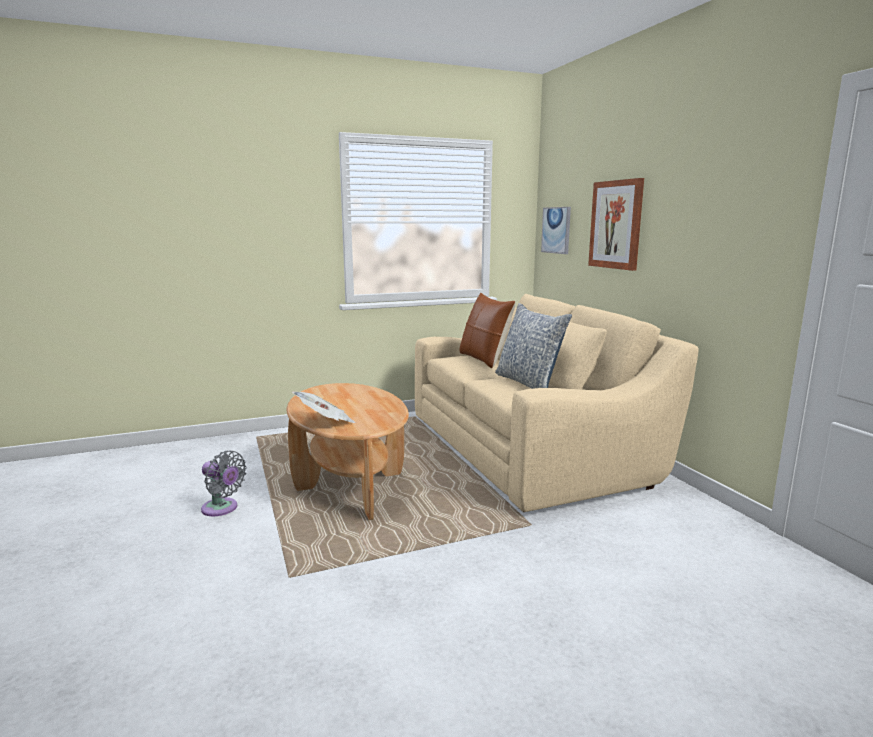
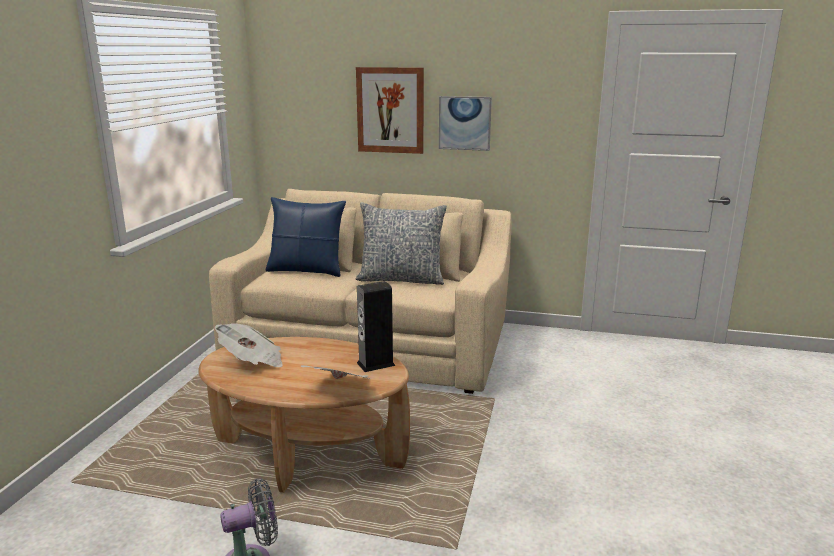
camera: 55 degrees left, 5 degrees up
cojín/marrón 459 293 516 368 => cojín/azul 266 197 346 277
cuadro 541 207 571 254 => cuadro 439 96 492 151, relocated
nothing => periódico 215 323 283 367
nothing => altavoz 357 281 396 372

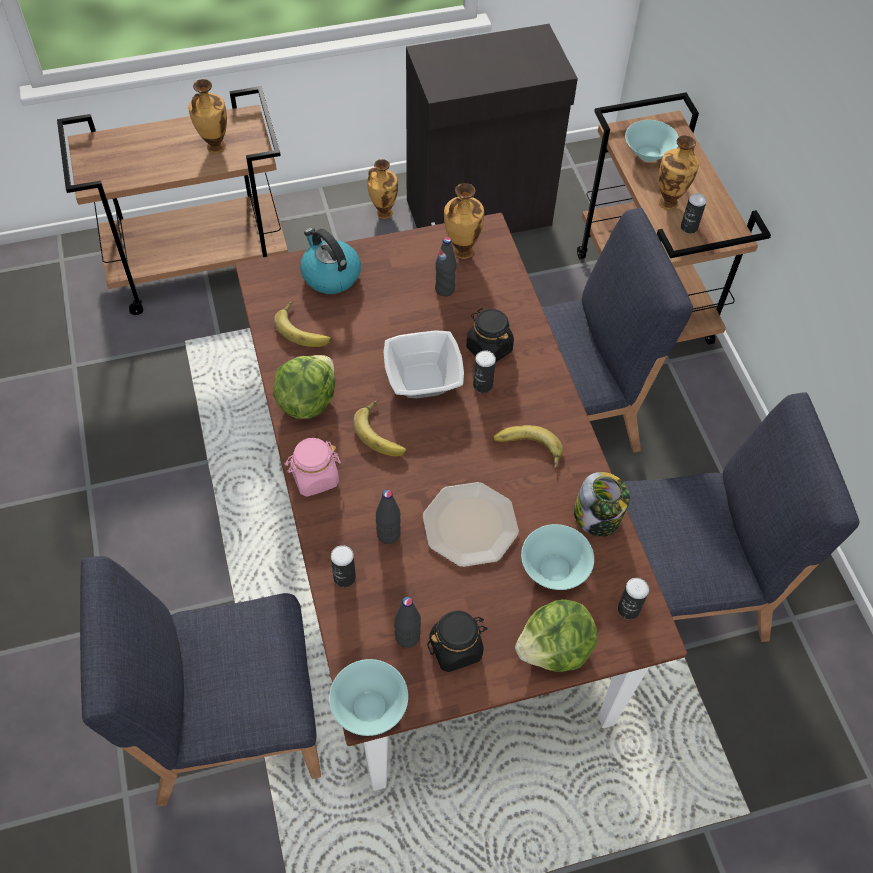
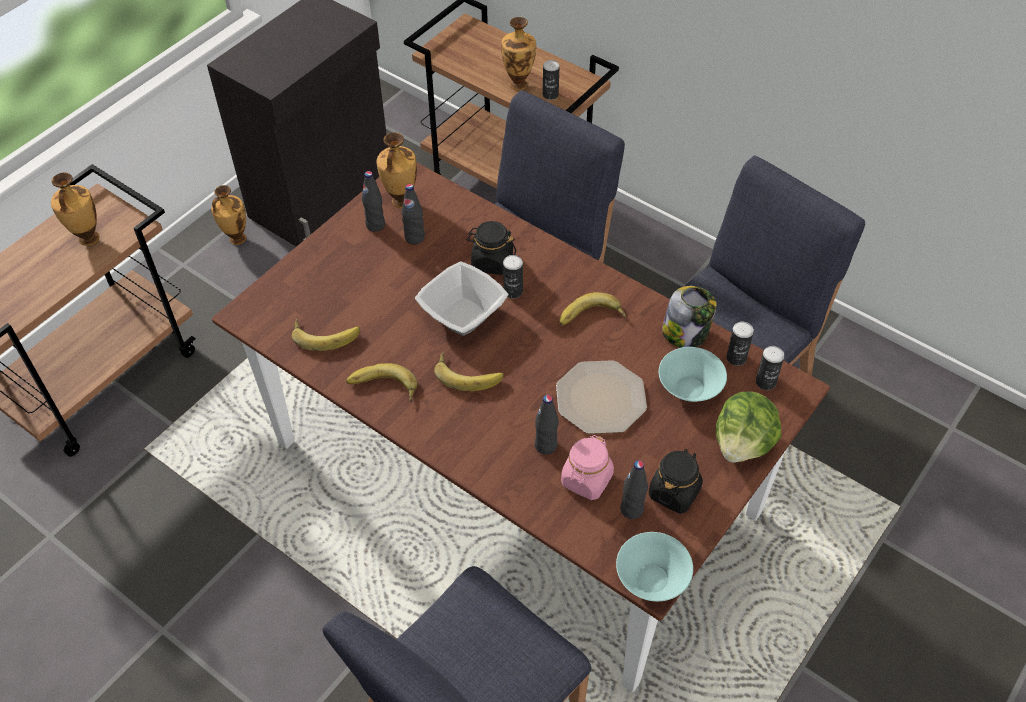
camera: 35 degrees left, 5 degrees down
lechuga 273 355 335 419 => plátano 346 363 417 402
tarro/rosa 284 438 341 497 => tarro/rosa 561 435 614 500, relocated
hervidor 300 228 361 294 => nothing
lata 331 545 356 588 => lata 726 322 754 366, relocated
cuenco/turquesa 625 120 679 162 => nothing
nothing => botella/negro 362 171 385 232

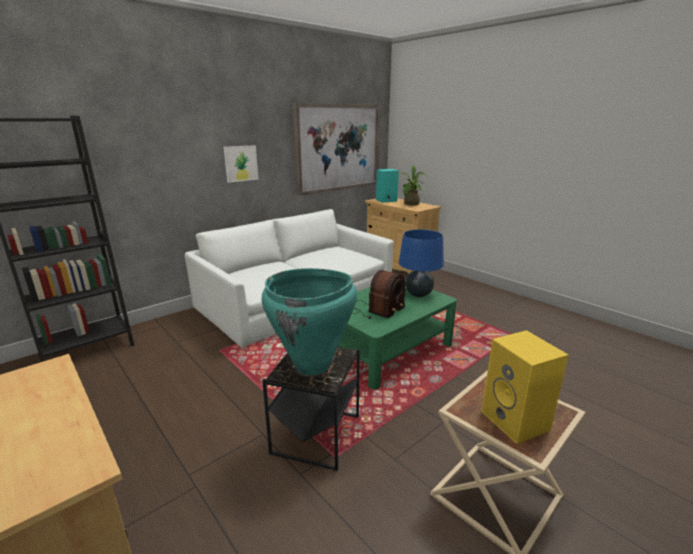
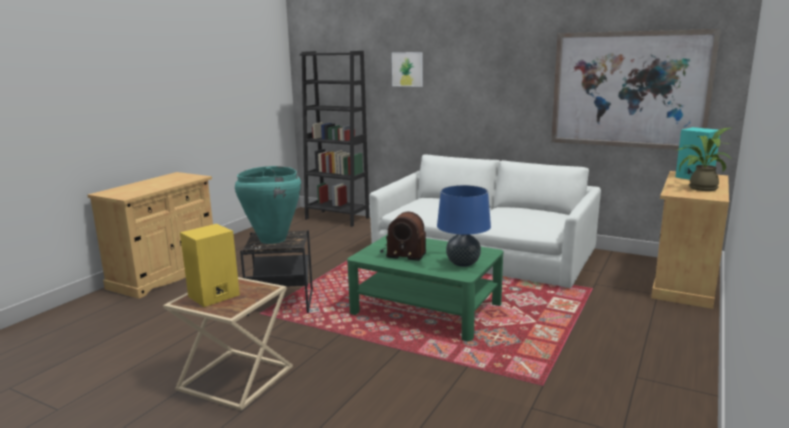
camera: 70 degrees right, 5 degrees down
cuadro 224 145 258 183 => cuadro 392 52 423 87, relocated

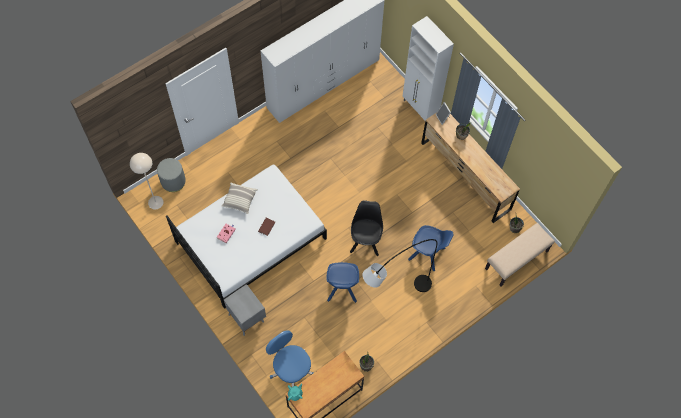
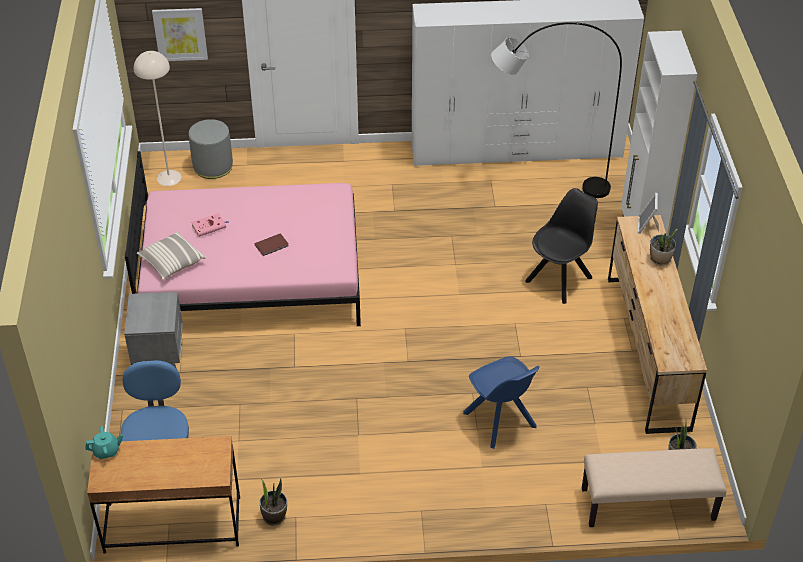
camera: 35 degrees right, 20 degrees down
cama/blanco 166 164 327 309 => cama/rosa 125 151 361 326
cojín 222 183 258 214 => cojín 137 232 206 280, relocated
silla/azul 326 262 359 303 => nothing
silla/negro 350 200 383 256 => silla/negro 525 188 598 304, relocated
lámpara de pie/gris 363 239 437 292 => lámpara de pie/gris 491 22 622 198, relocated
nothing => cuadro 152 8 208 61

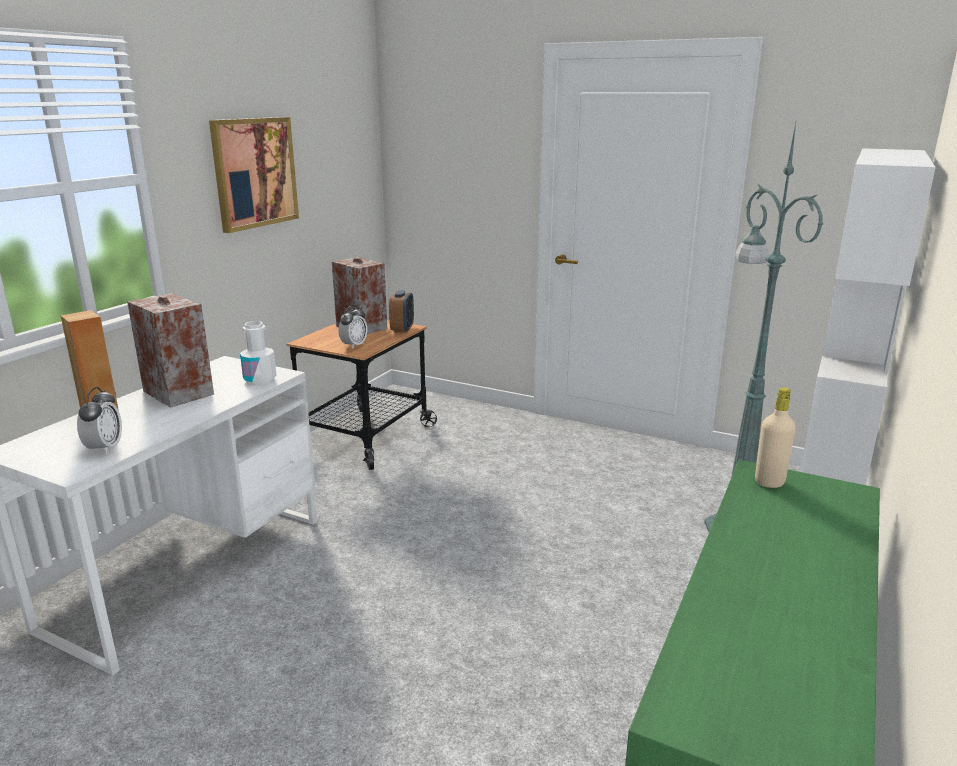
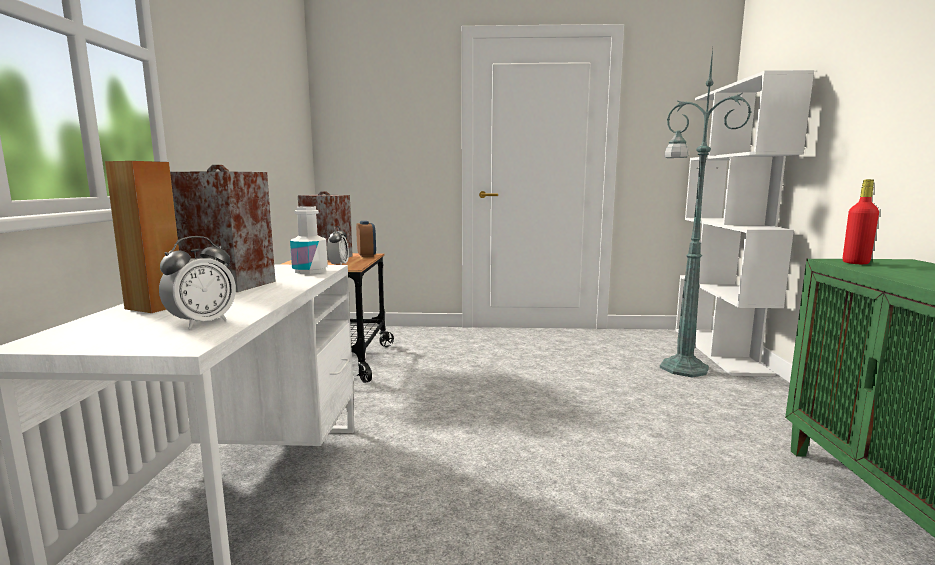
camera: 25 degrees left, 10 degrees down
despertador 77 387 122 454 => despertador 159 236 236 329, 60 degrees clockwise
cuadro 209 117 299 233 => nothing
botella/beis 755 387 796 488 => botella/rojo 843 179 879 264

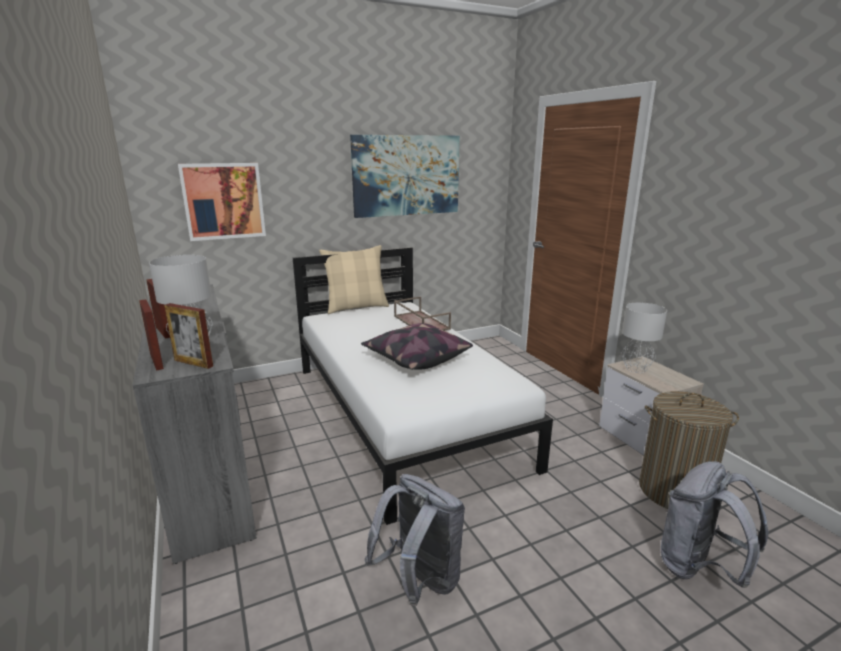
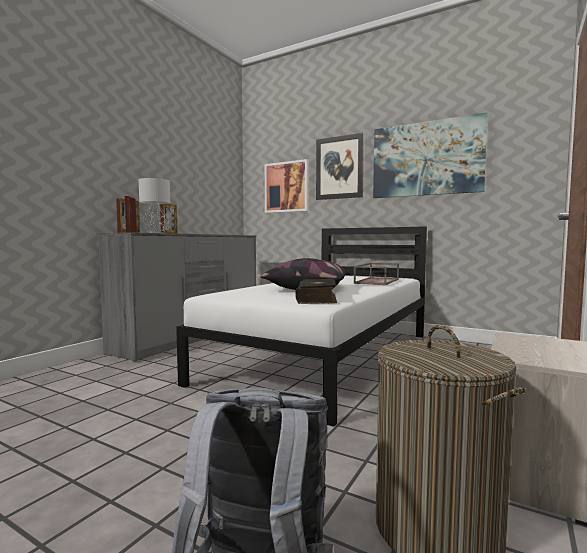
camera: 55 degrees right, 15 degrees down
cojín/beis 319 245 389 314 => nothing
mochila/gris 365 474 465 606 => nothing
lámpara de mesa/gris 621 302 667 373 => nothing
nothing => libro 295 279 337 304
nothing => cuadro 316 133 364 200

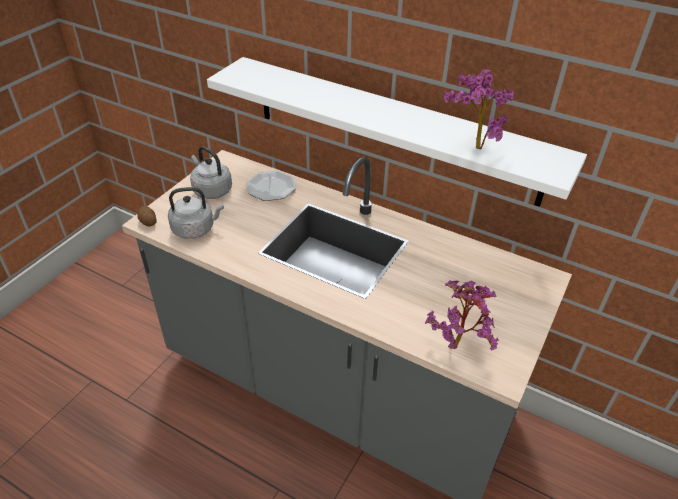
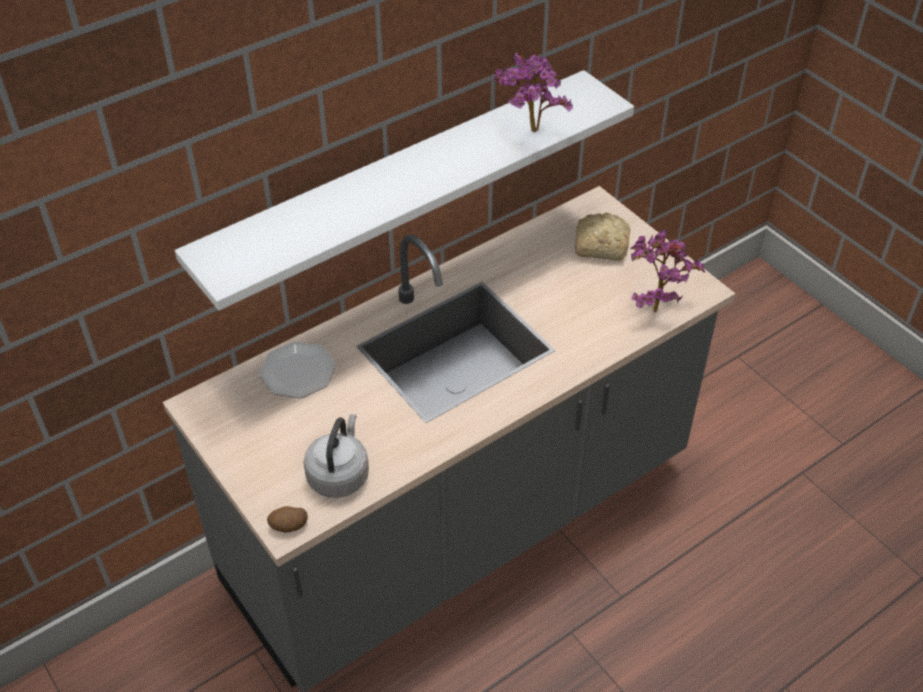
camera: 65 degrees left, 5 degrees up
hervidor/gris 190 146 232 199 => nothing
nothing => pan 575 213 630 261

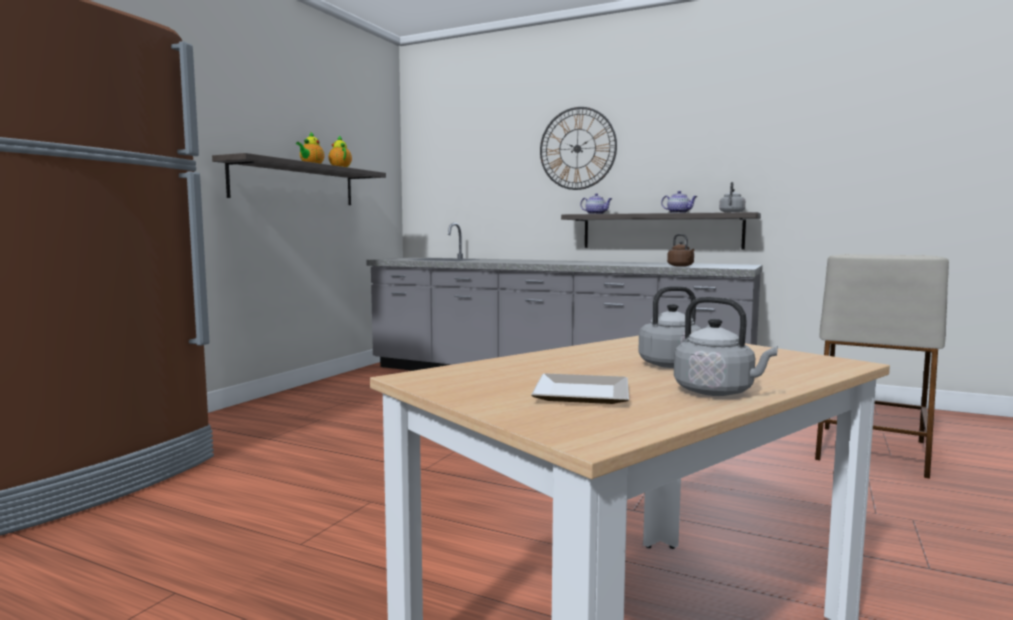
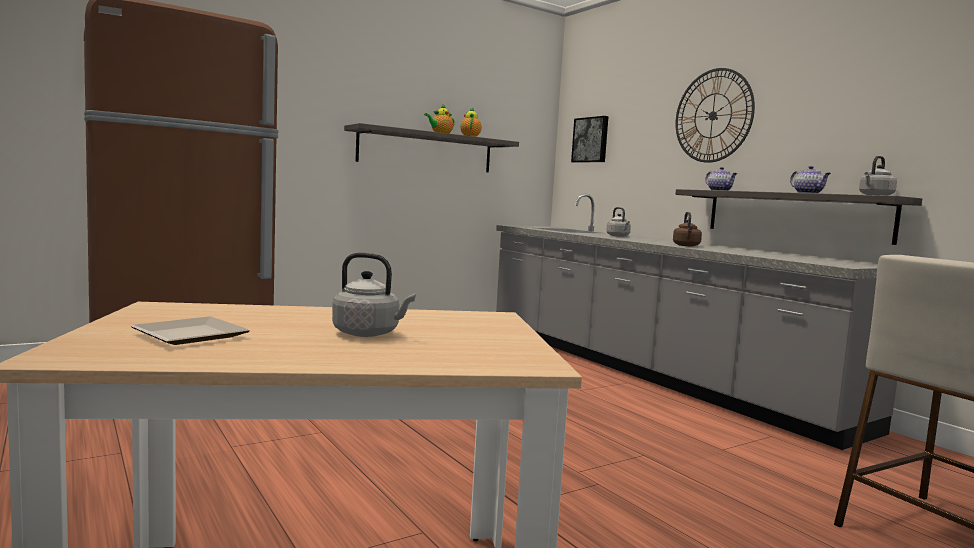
camera: 30 degrees right, 0 degrees up
hervidor/marrón 667 234 694 267 => hervidor/marrón 673 212 702 246, relocated
hervidor/gris 674 297 778 396 => hervidor/gris 606 207 631 237, relocated
nothing => cuadro 571 116 609 163

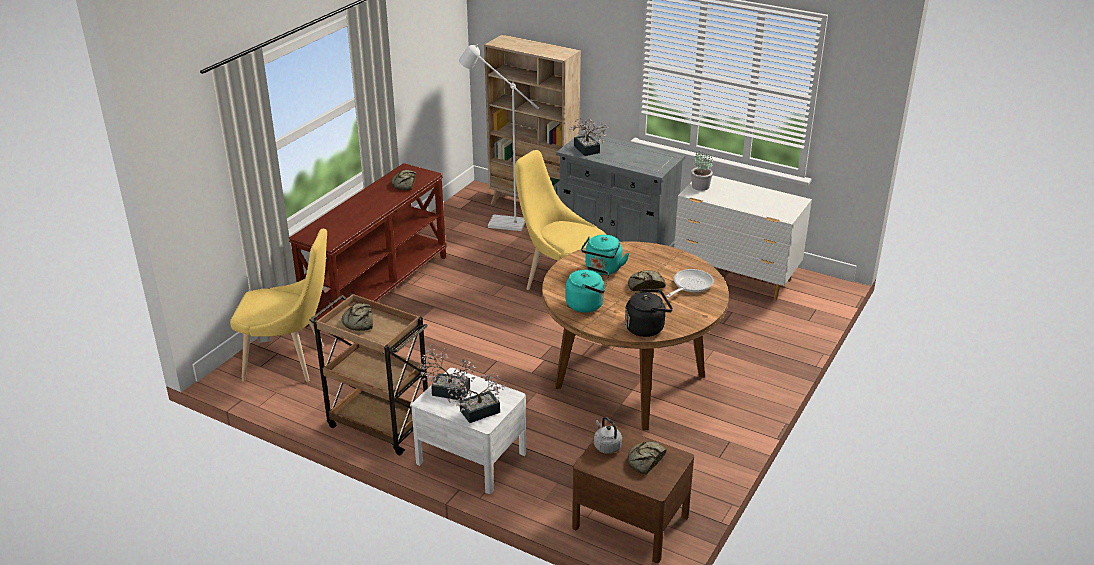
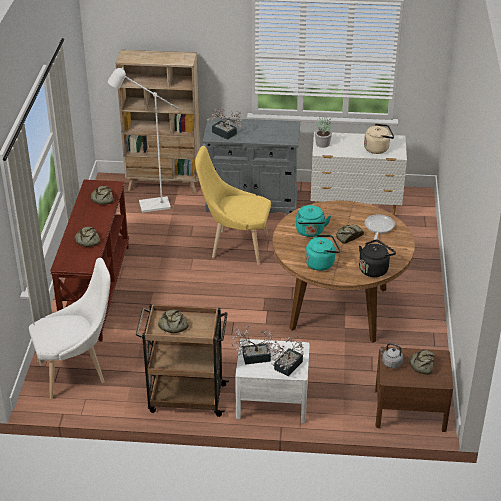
camera: 25 degrees left, 5 degrees up
silla/amarillo 230 229 327 382 => silla/blanco 29 258 111 399
nothing => pan 74 227 100 247
nothing => hervidor/beis 364 124 394 154

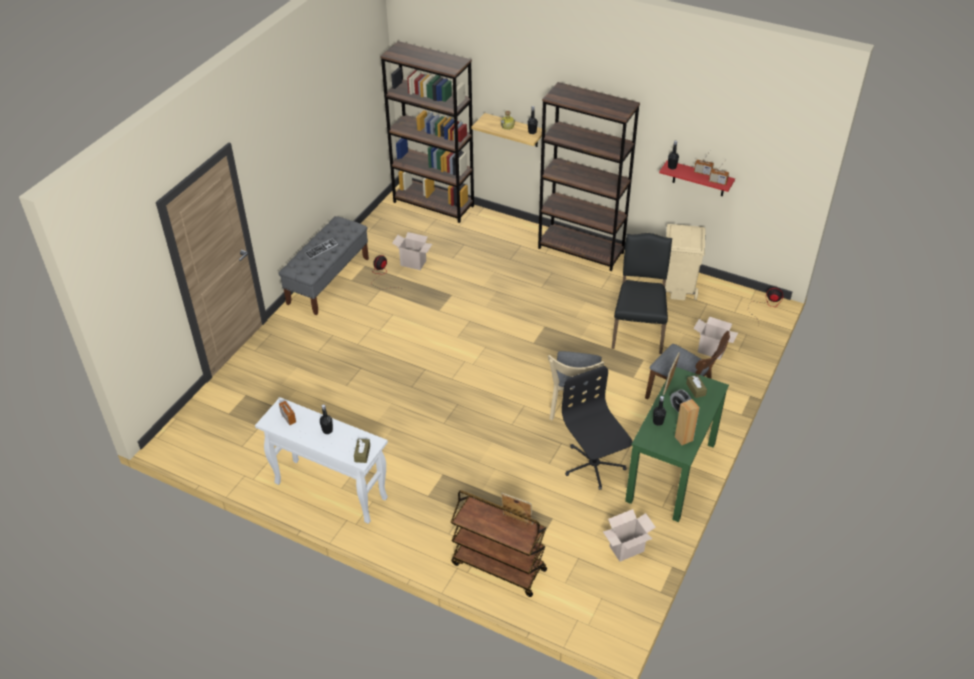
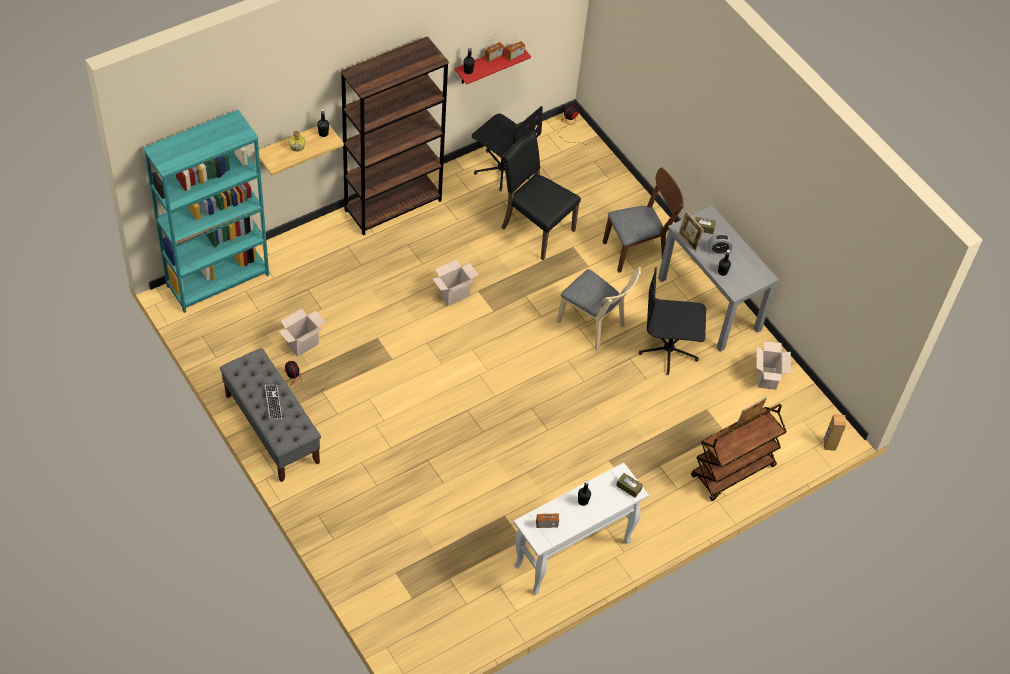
camera: 65 degrees left, 10 degrees up
estantería/marrón 380 41 474 223 => estantería/turquesa 143 110 269 313
escritorio/verde 625 367 729 522 => escritorio/gris 658 206 779 352
papelera/beis 665 224 706 300 => silla de oficina/negro 472 106 543 191
altavoz/marrón 675 399 700 445 => altavoz/marrón 824 414 846 451, relocated
caja de cartón 693 316 738 360 => caja de cartón 432 260 479 306, relocated

